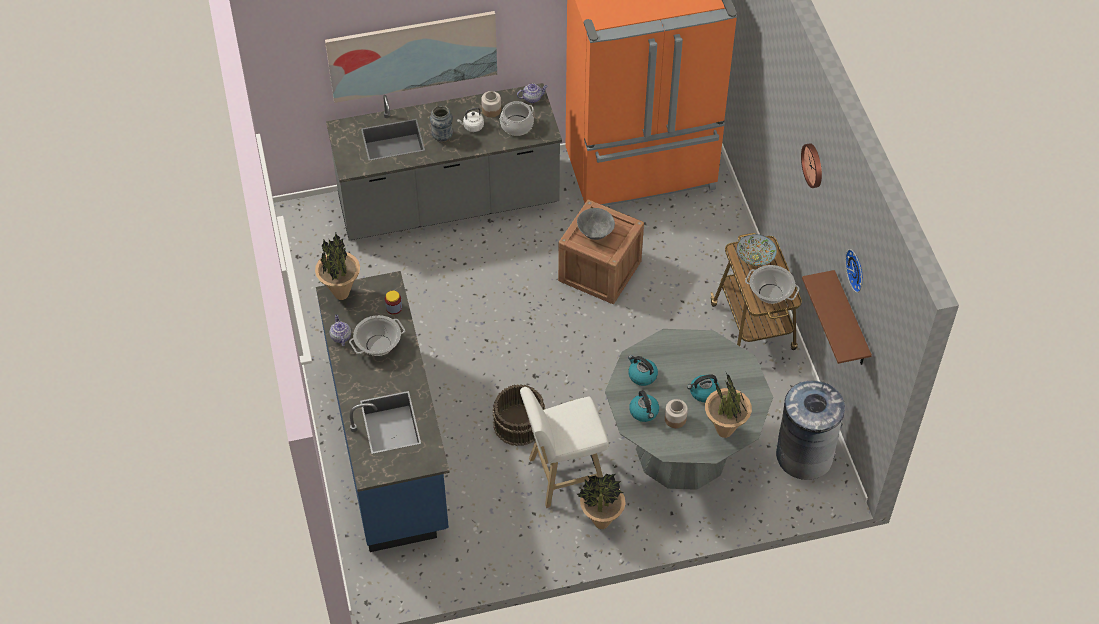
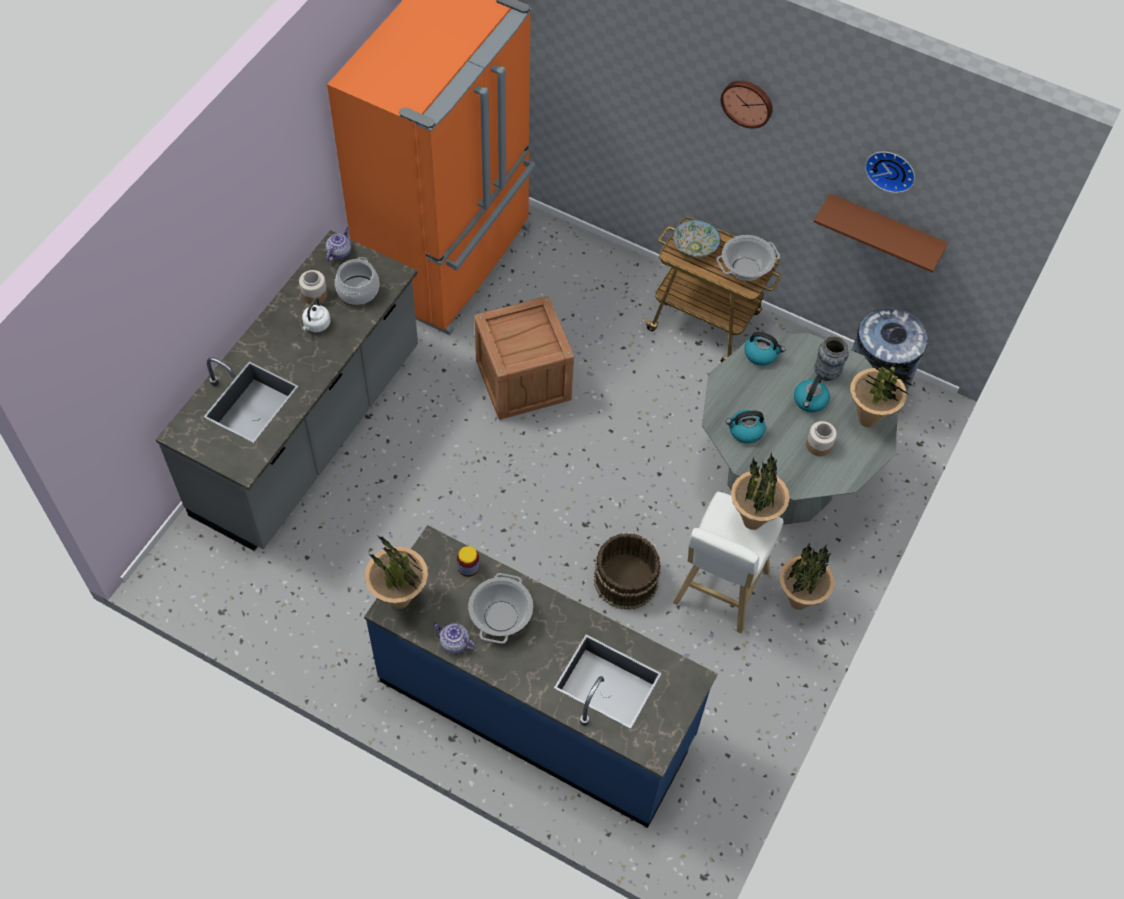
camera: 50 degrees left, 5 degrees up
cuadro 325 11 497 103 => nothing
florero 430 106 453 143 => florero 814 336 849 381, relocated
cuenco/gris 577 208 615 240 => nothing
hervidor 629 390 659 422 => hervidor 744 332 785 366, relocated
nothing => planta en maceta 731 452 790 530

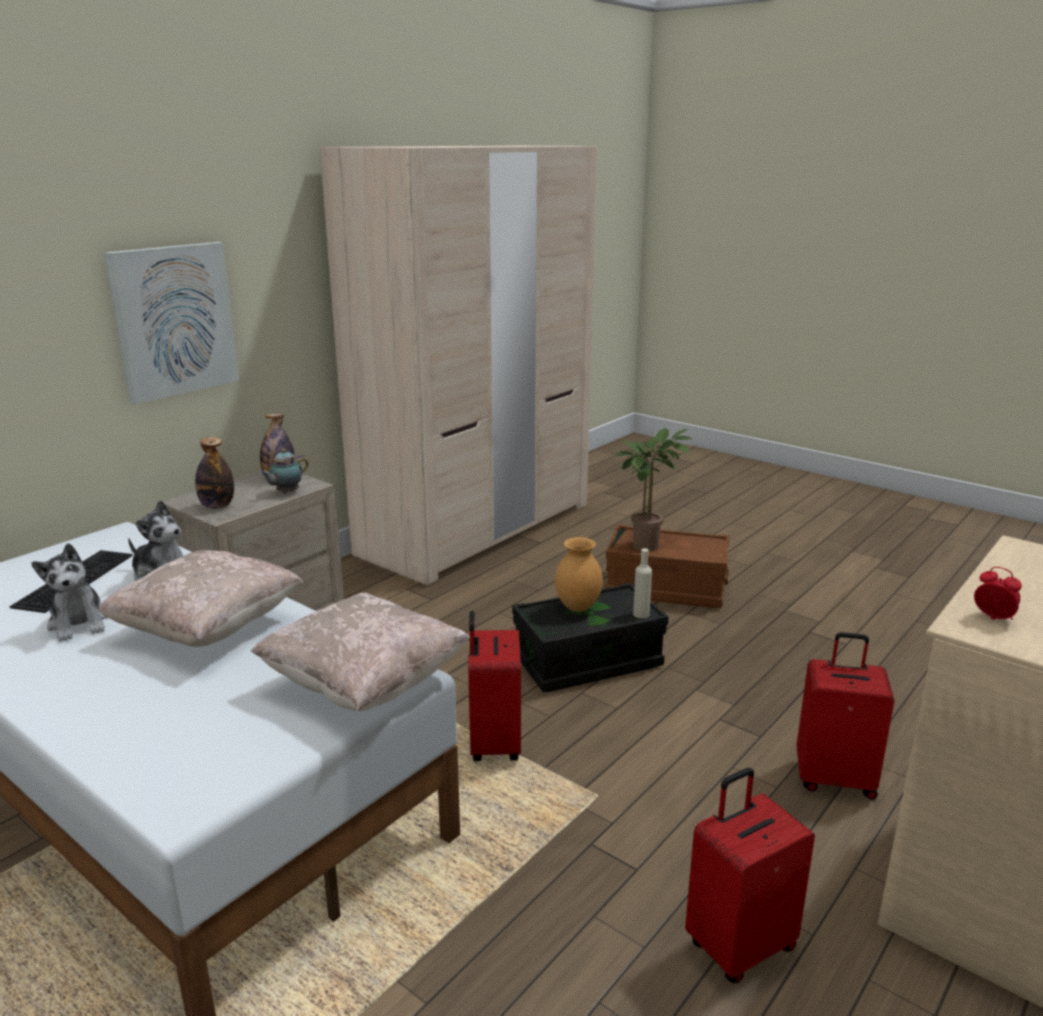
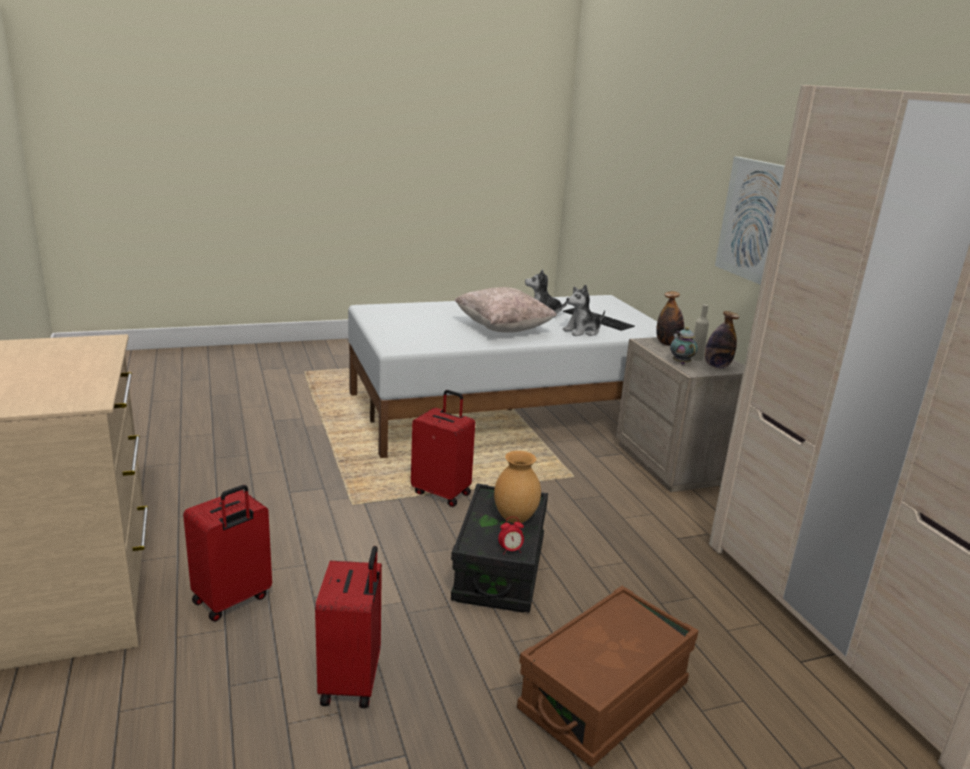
camera: 120 degrees right, 0 degrees up
cojín/beis 251 593 470 711 => nothing
planta en maceta 615 428 693 551 => nothing
botella/beis 633 548 652 618 => botella/beis 691 304 709 361, relocated
maleta/rojo 685 768 815 983 => maleta/rojo 315 546 382 708, relocated
despertador 974 567 1022 620 => despertador 498 517 524 554, relocated

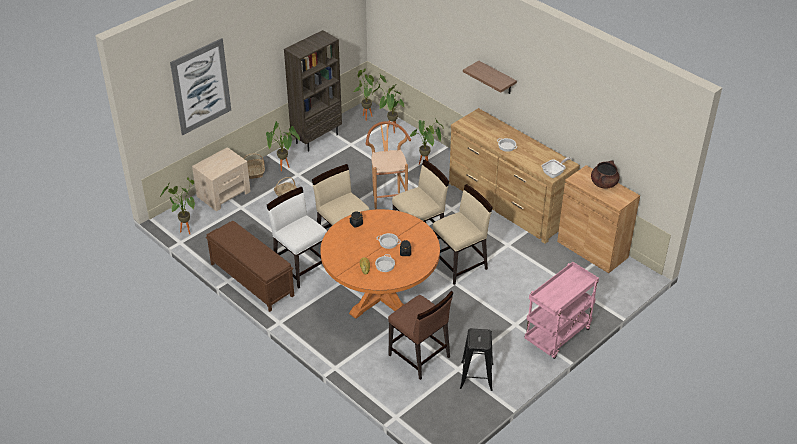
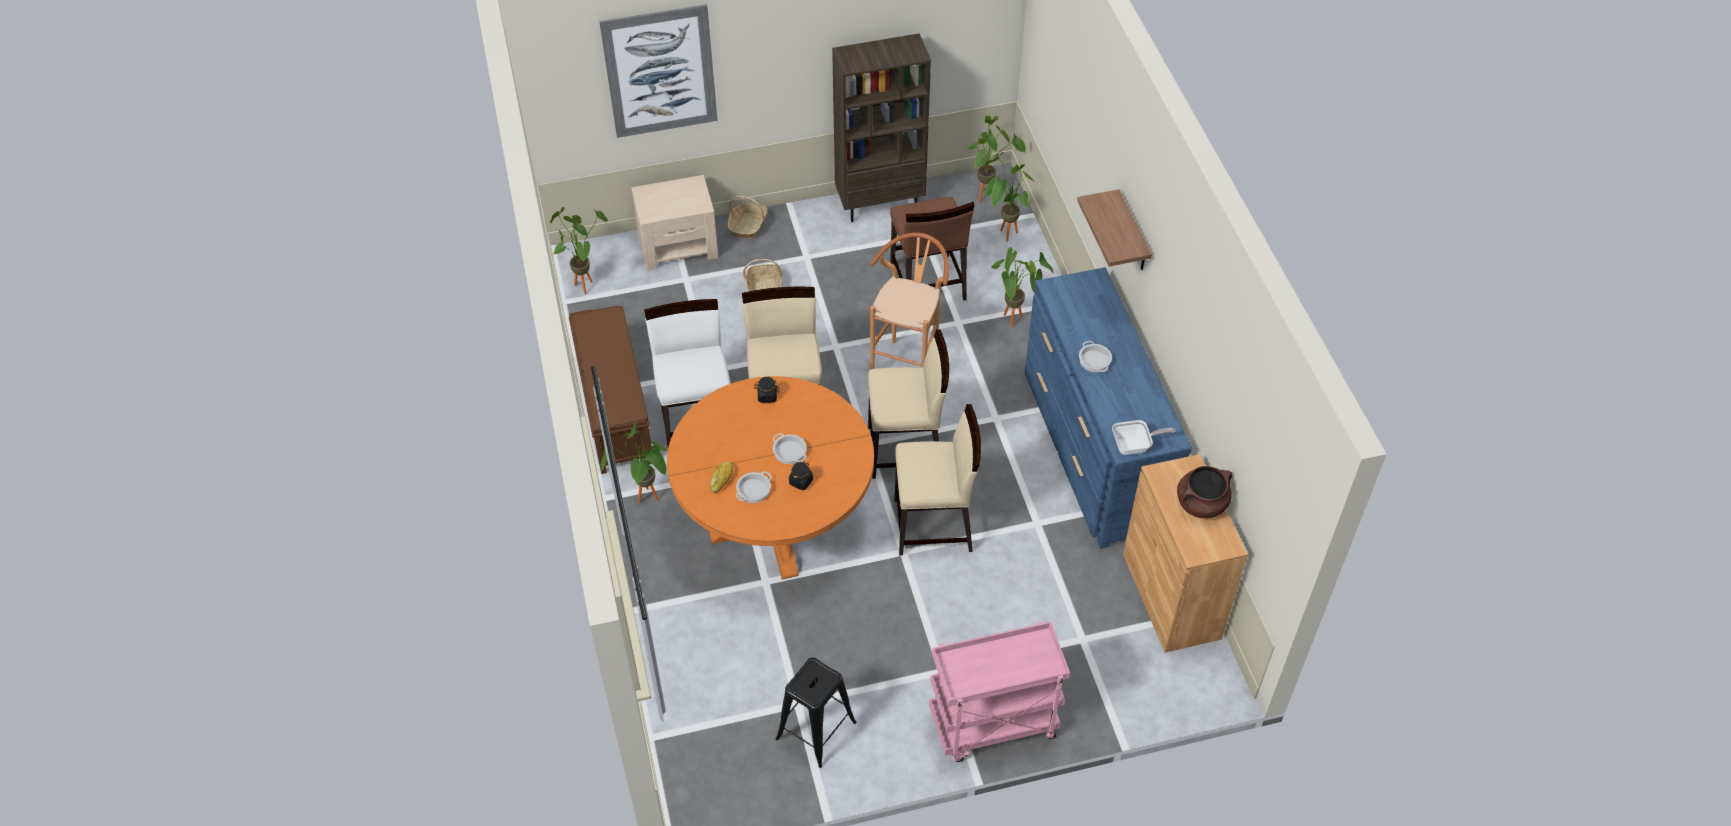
camera: 30 degrees right, 10 degrees up
planta en maceta 266 121 300 171 => planta en maceta 601 423 667 503, relocated
silla/marrón 388 291 454 380 => silla/marrón 890 197 974 300, relocated
cómoda/marrón 449 108 580 244 => cómoda/azul 1025 267 1192 549

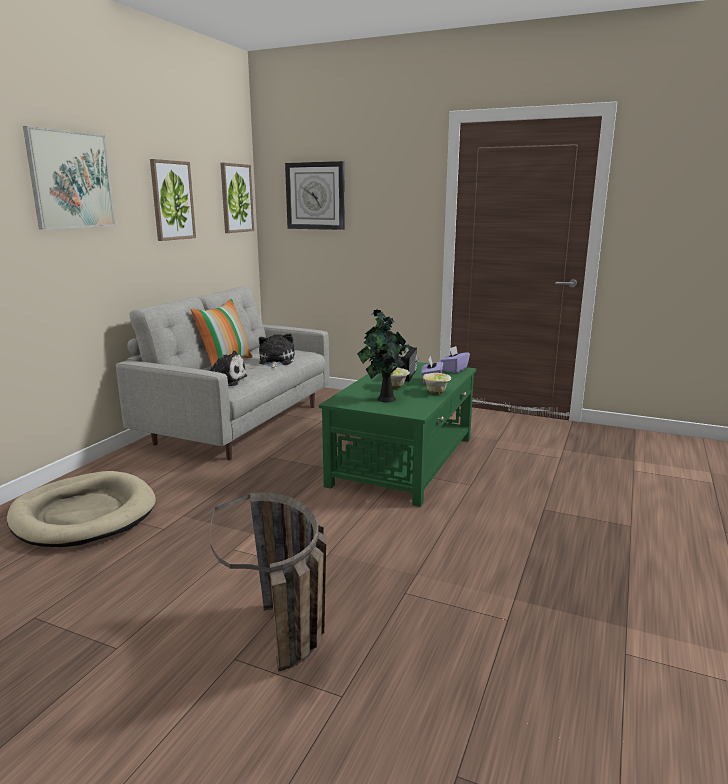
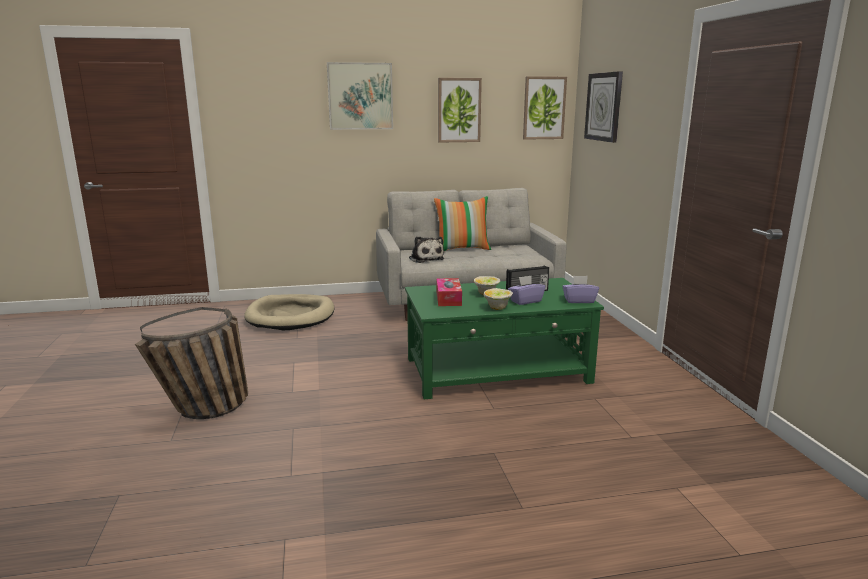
camera: 55 degrees right, 0 degrees up
peluche 259 333 294 369 => nothing
planta en maceta 357 310 413 403 => caja de pañuelos 436 278 462 306

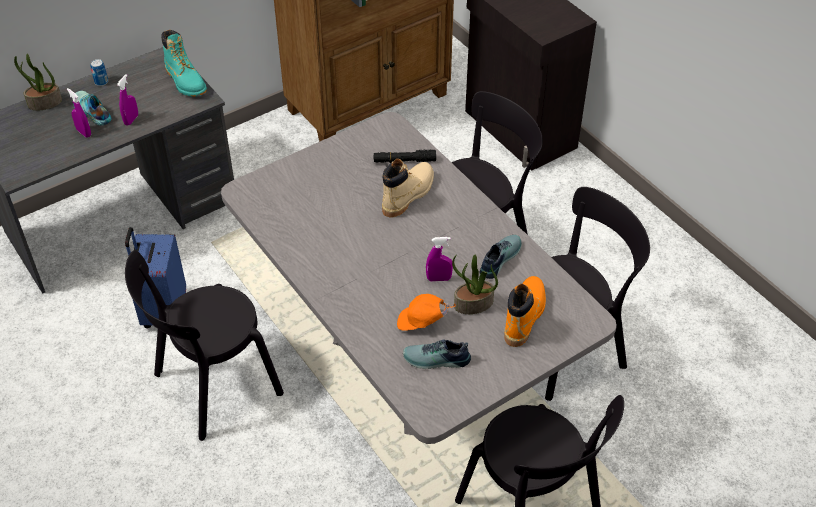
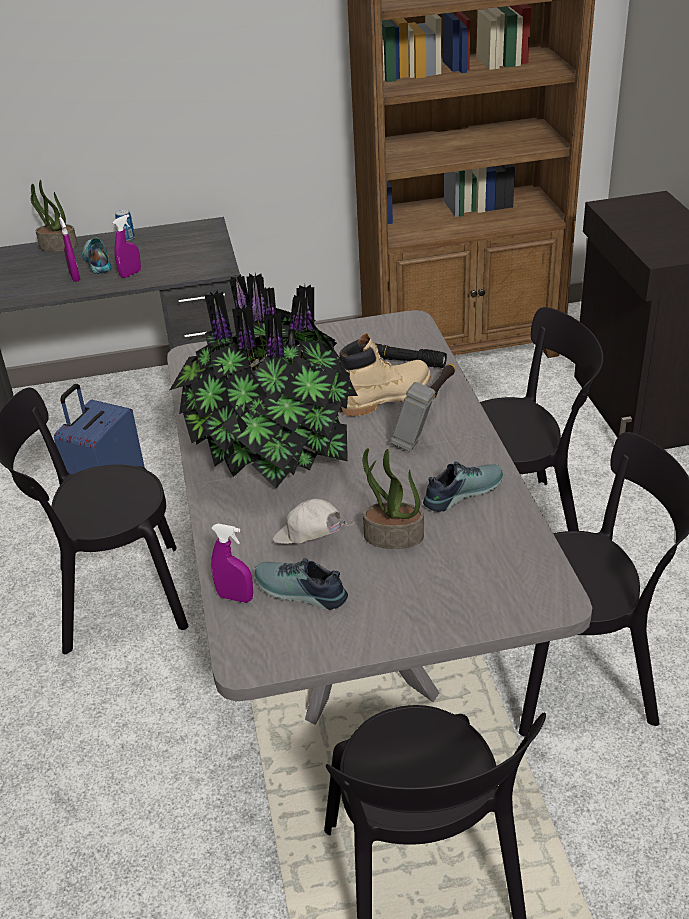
camera: 25 degrees right, 10 degrees down
bota/turquesa 161 30 207 97 => nothing
gorra/naranja 397 294 456 331 => gorra/blanco 273 499 354 544
pulverizador/morado 426 237 453 281 => pulverizador/morado 211 524 253 603, relocated
bota/naranja 504 276 546 347 => nothing
nothing => planta en maceta 170 272 358 488
nothing => martillo 390 364 456 451

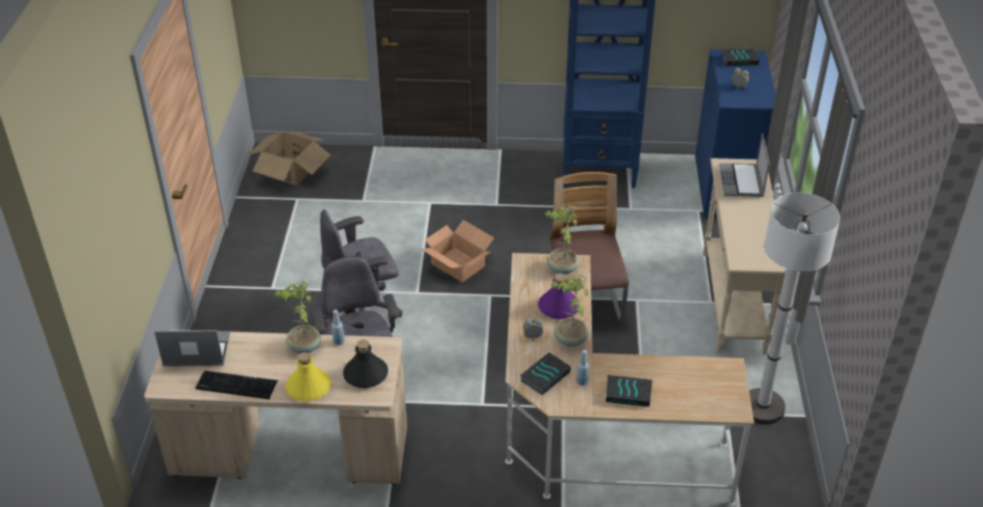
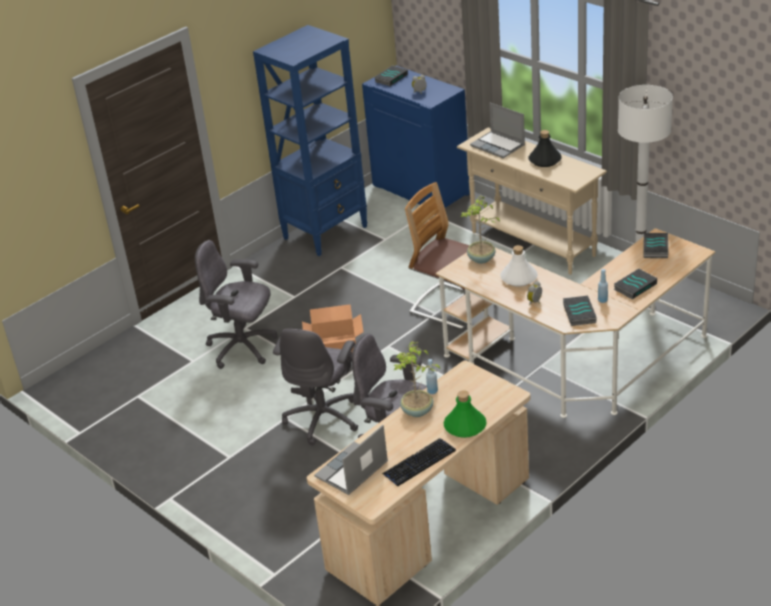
camera: 45 degrees left, 5 degrees down
caja de cartón 247 131 331 186 => nothing
botella/amarillo 286 352 331 401 => botella/verde 444 390 487 438
botella/negro 343 340 388 388 => botella/negro 529 130 562 167, relocated
botella/morado 538 274 580 319 => botella/blanco 500 245 538 287
planta en maceta 551 274 589 347 => nothing
nothing => silla de oficina/gris 195 240 278 369
nothing => libro 644 233 668 258

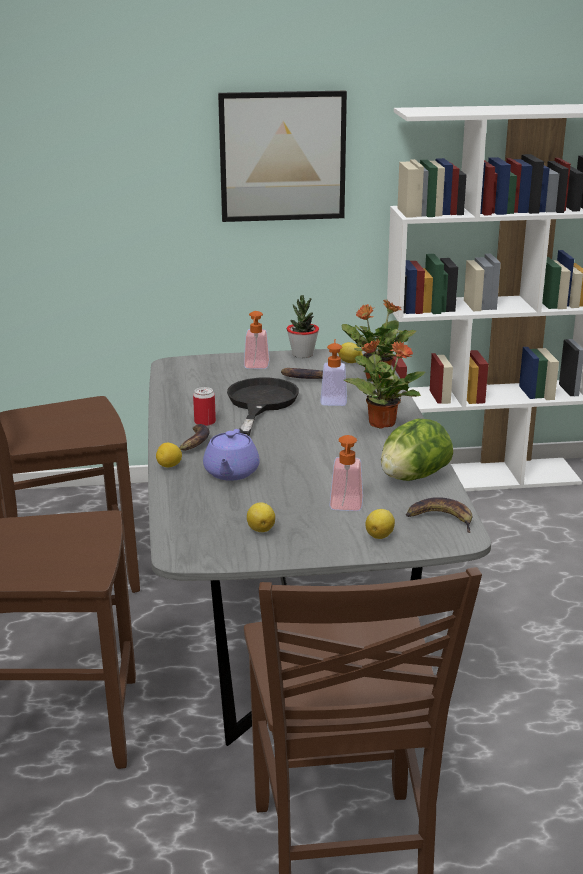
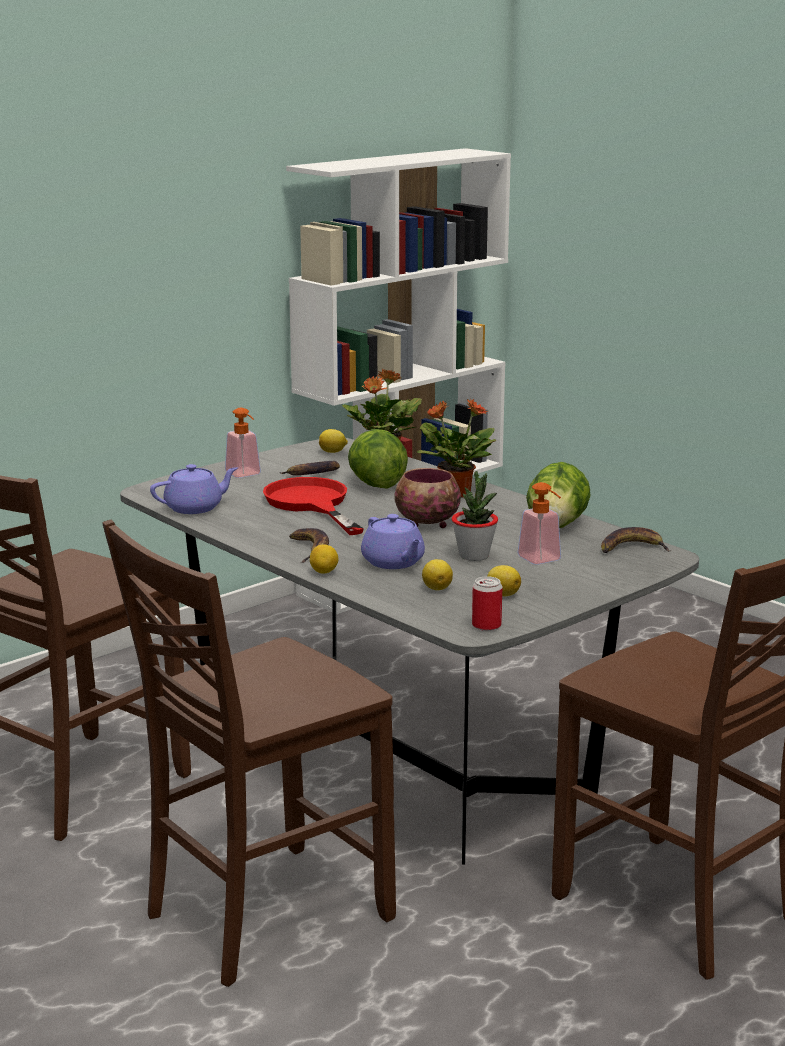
camera: 35 degrees left, 5 degrees down
lata 193 387 216 426 => lata 472 576 502 631, relocated
cuadro 218 91 347 222 => nothing
sartén/negro 227 378 299 436 => sartén/rojo 263 477 364 535
planta en maceta 287 295 319 358 => planta en maceta 452 471 498 561, relocated
dispensador de jabón 320 339 347 406 => lechuga 348 429 408 489
limón 365 509 395 539 => limón 422 559 453 590, relocated
nothing => tetera/morado 150 464 238 514
nothing => cuenco 395 468 461 528

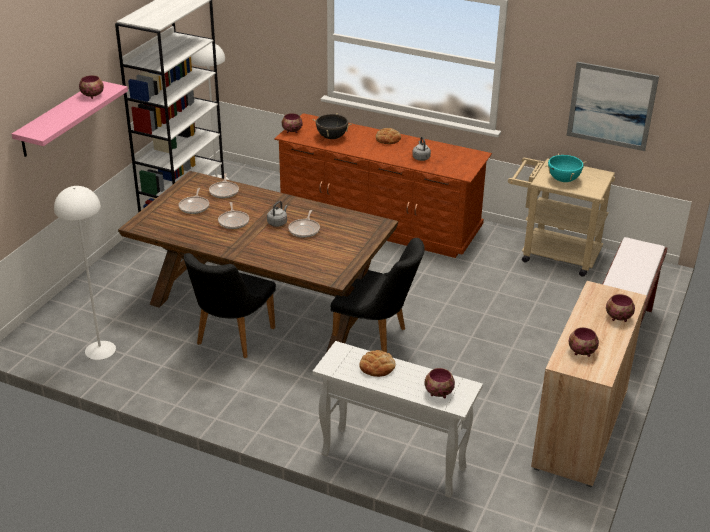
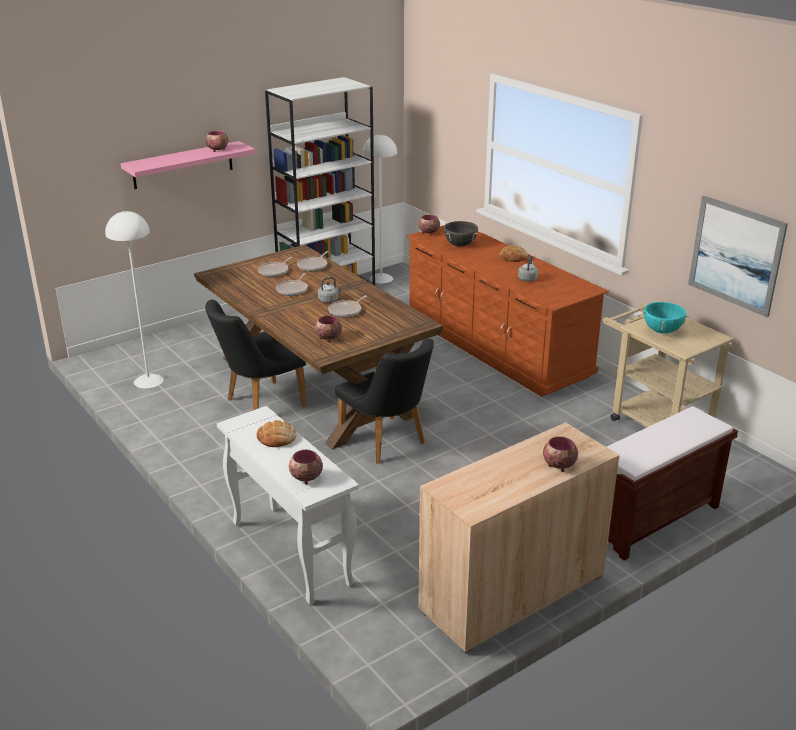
camera: 30 degrees right, 5 degrees down
cuenco 568 327 599 357 => cuenco 315 315 342 342, relocated

